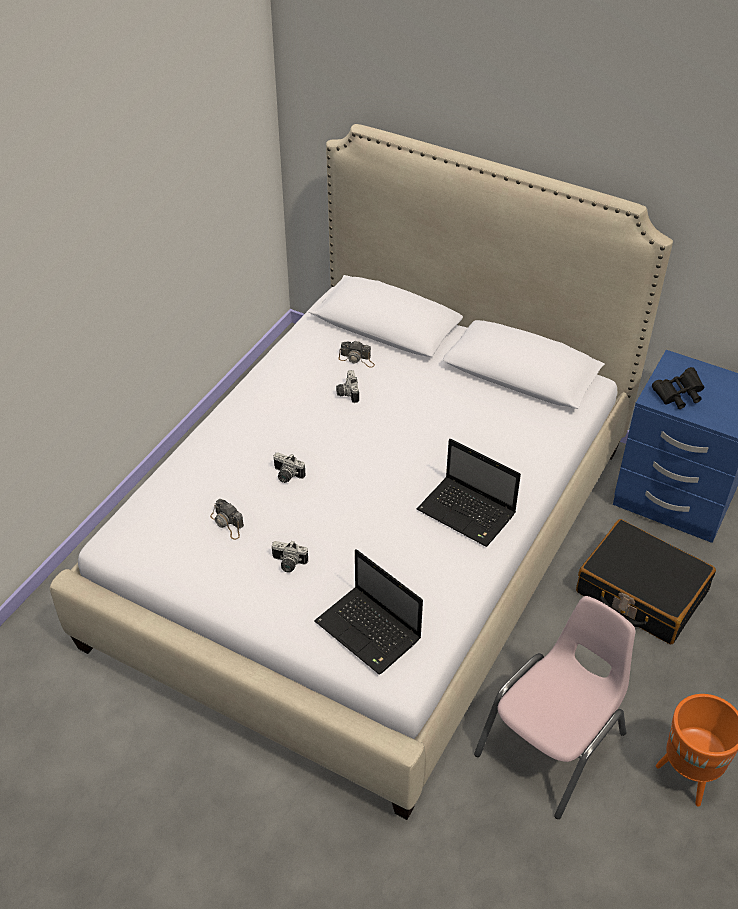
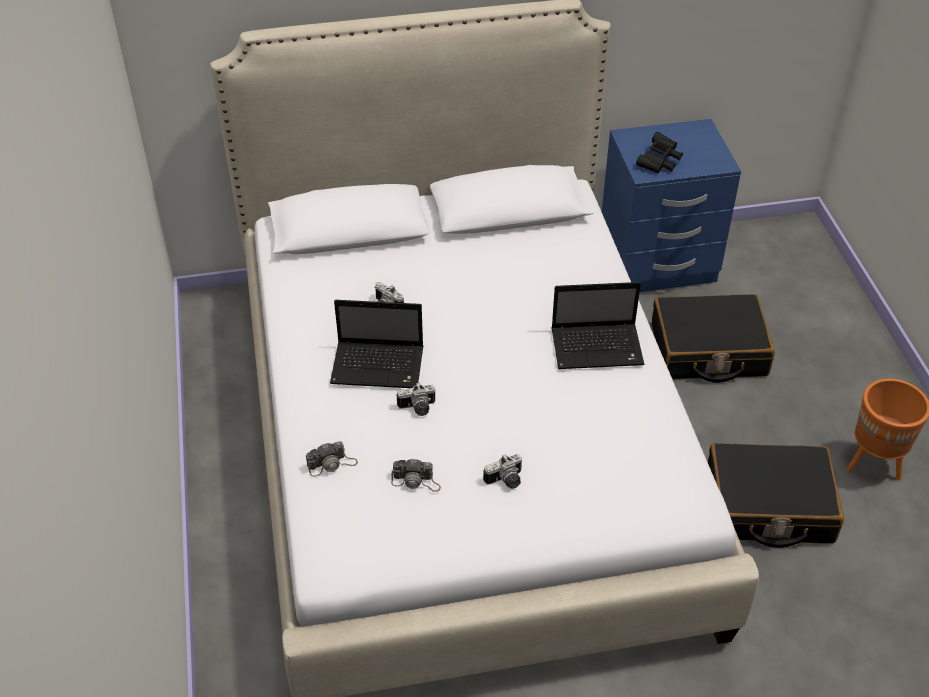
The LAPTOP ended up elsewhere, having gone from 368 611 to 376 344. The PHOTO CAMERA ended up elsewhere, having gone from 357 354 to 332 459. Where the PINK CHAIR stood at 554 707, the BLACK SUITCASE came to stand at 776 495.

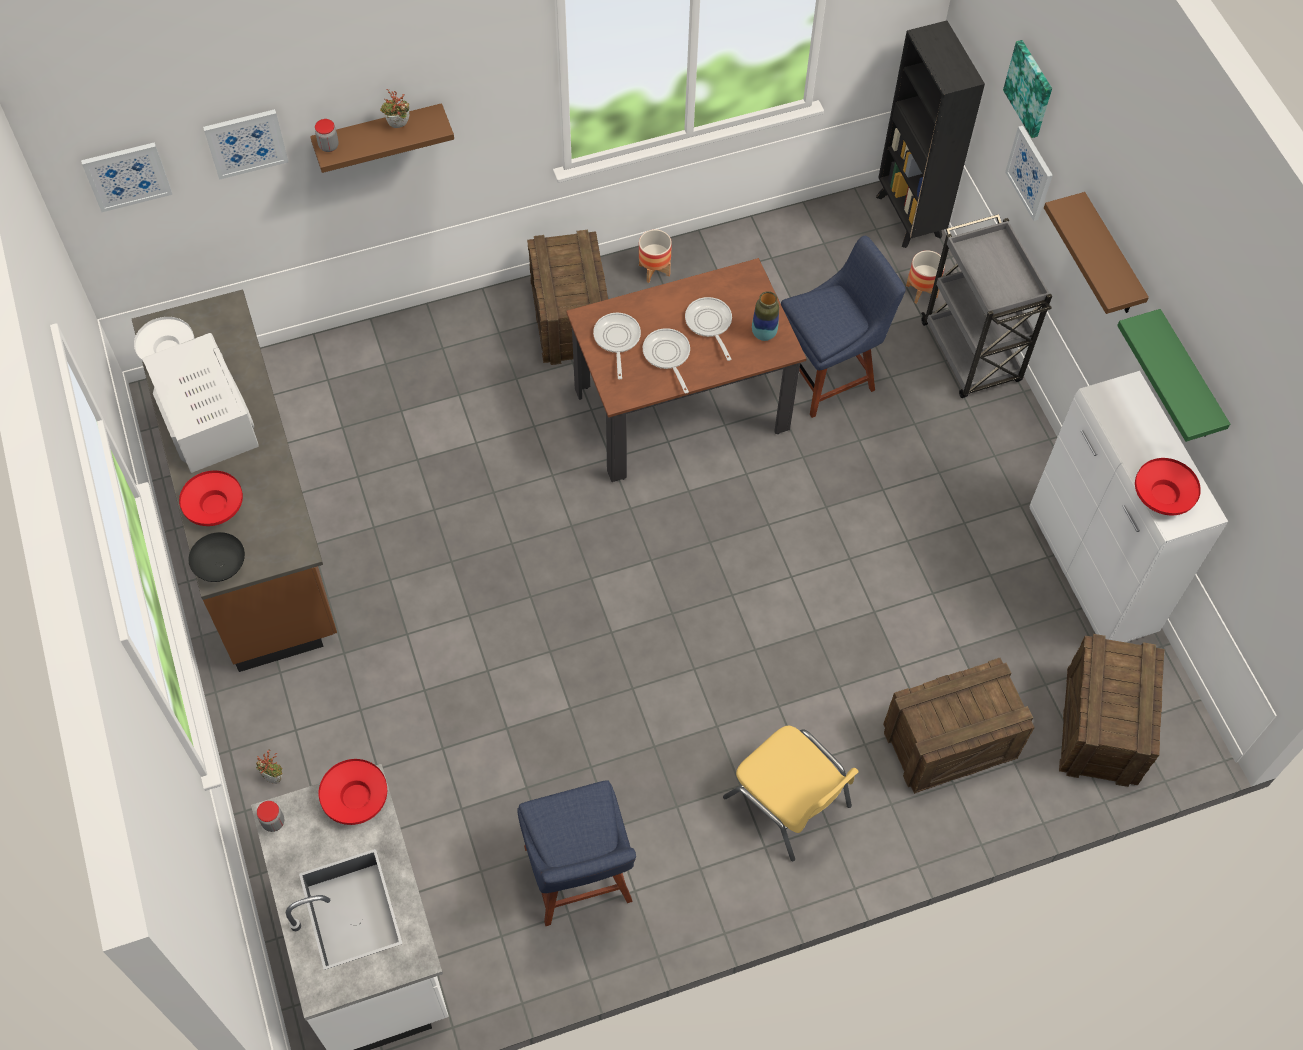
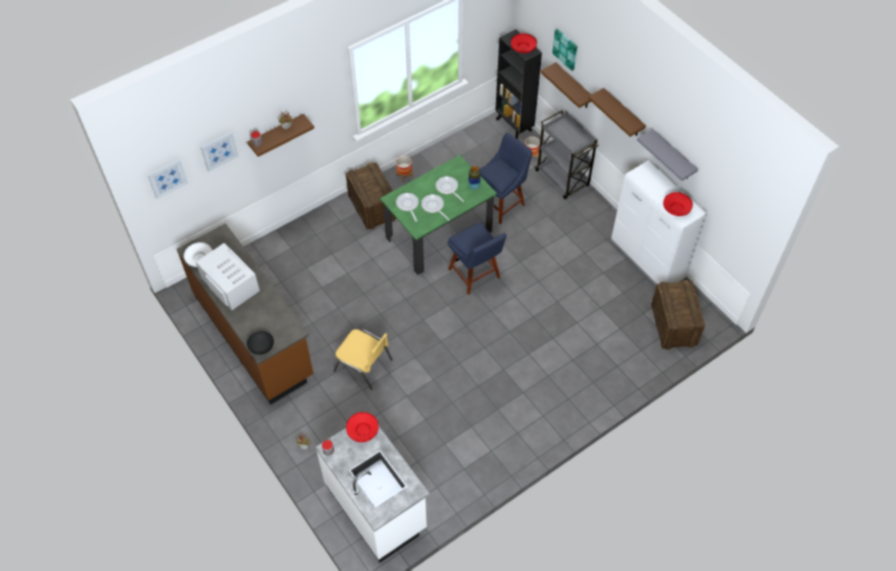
The second view lost the CRATE at 959 726. The RED BOWL ended up elsewhere, having gone from 211 498 to 524 43. The BLUE CHAIR ended up elsewhere, having gone from 576 853 to 477 258. The YELLOW CHAIR ended up elsewhere, having gone from 791 794 to 363 359. Where the PICTURE hung at 1029 173, the BROWN SHELF came to hang at 566 85. What was the BROWN DINING TABLE at 686 370 turned into the GREEN DINING TABLE at 438 215. What was the GREEN SHELF at 1173 375 turned into the GREY SHELF at 667 155.

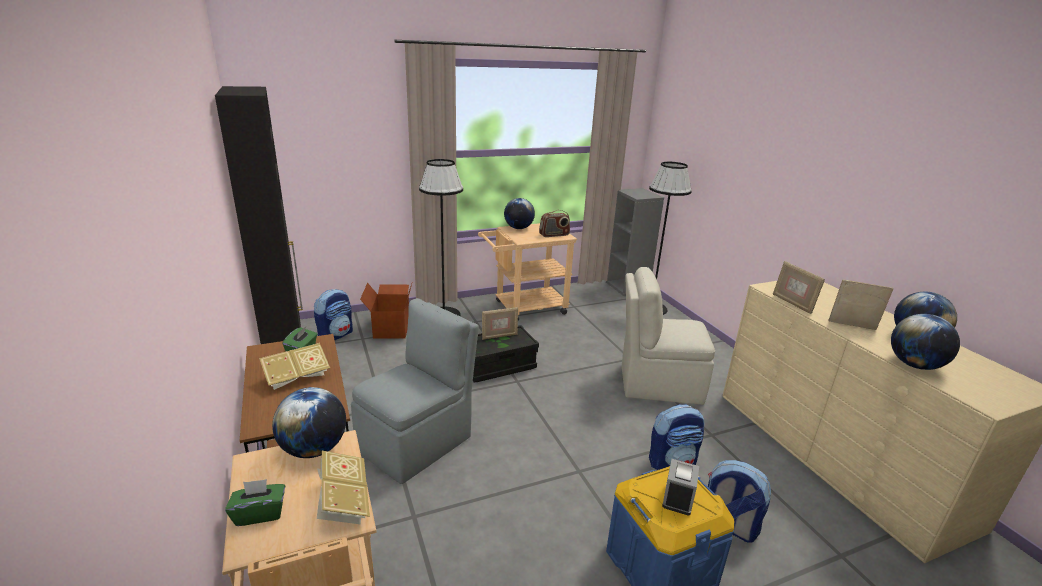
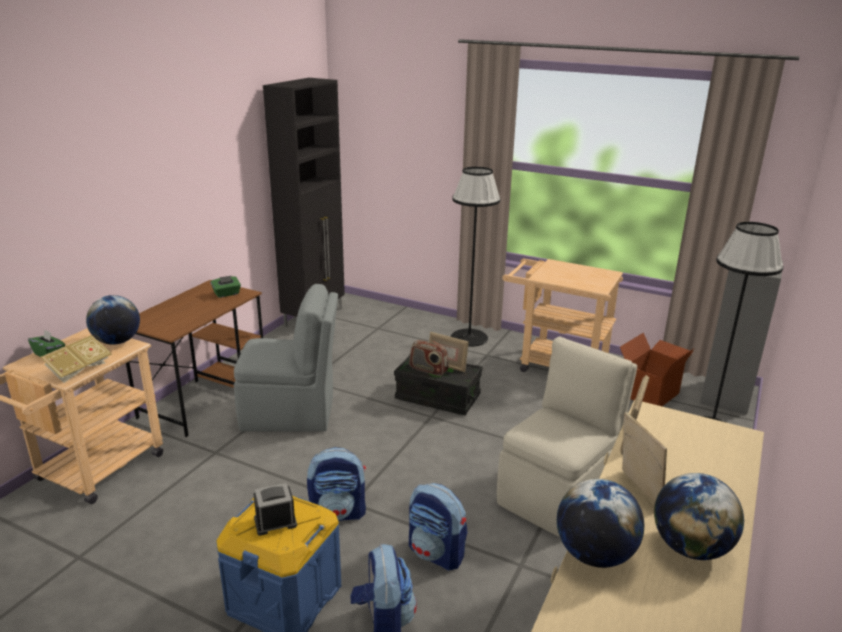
The second view lost the BOOK at 294 366. The second view lost the GLOBE at 519 213. The BACKPACK ended up elsewhere, having gone from 333 314 to 336 484. The CARDBOARD BOX ended up elsewhere, having gone from 386 309 to 657 369. The RADIO ended up elsewhere, having gone from 554 223 to 428 358. The BEIGE CHAIR at 668 336 ended up facing another way, 75 degrees clockwise from before.

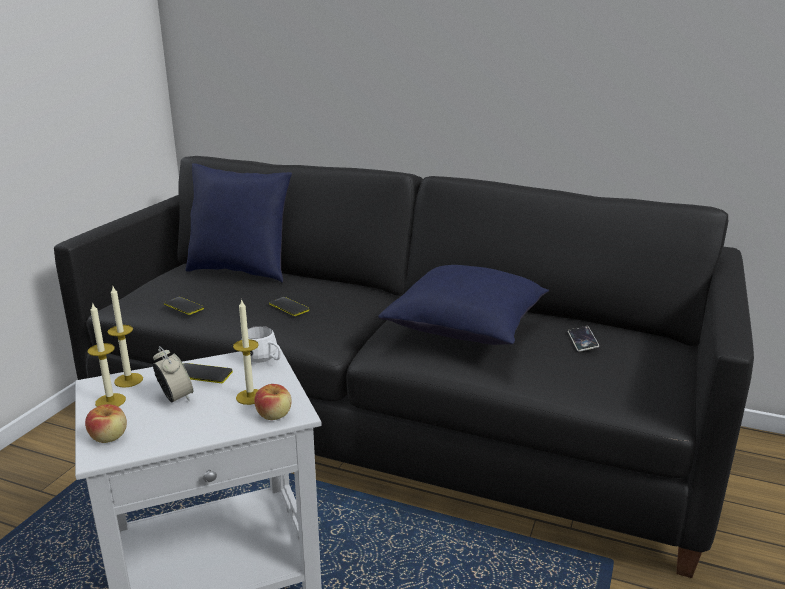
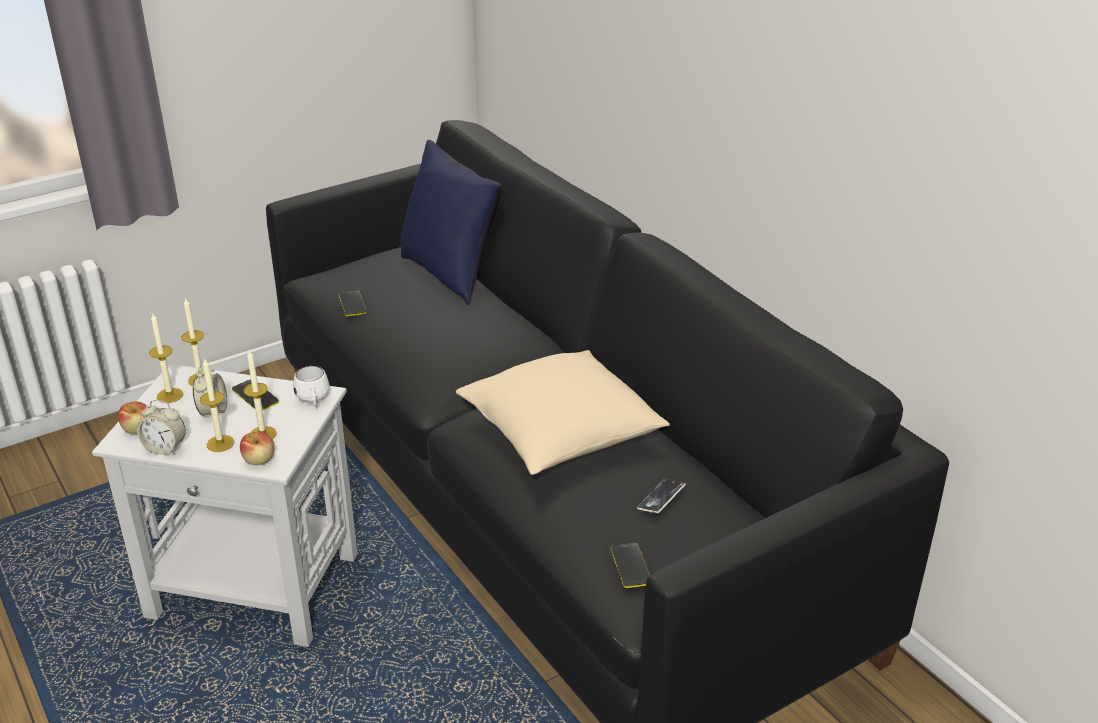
The second view gained the ALARM CLOCK at 161 427. The second view gained the CANDLE at 217 405. The PHONE ended up elsewhere, having gone from 289 306 to 630 565. What was the BLUE PILLOW at 463 305 turned into the BEIGE PILLOW at 563 412.

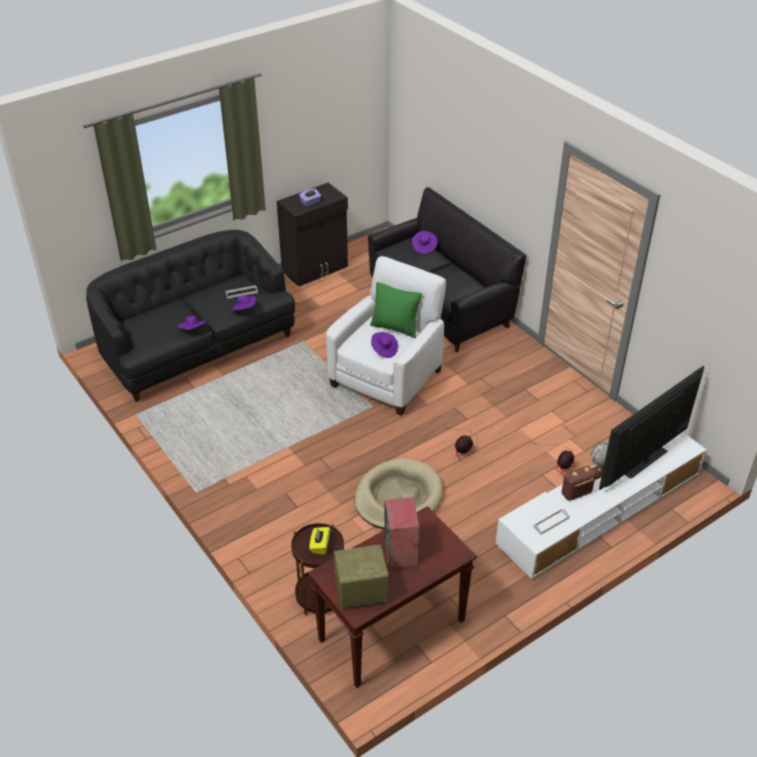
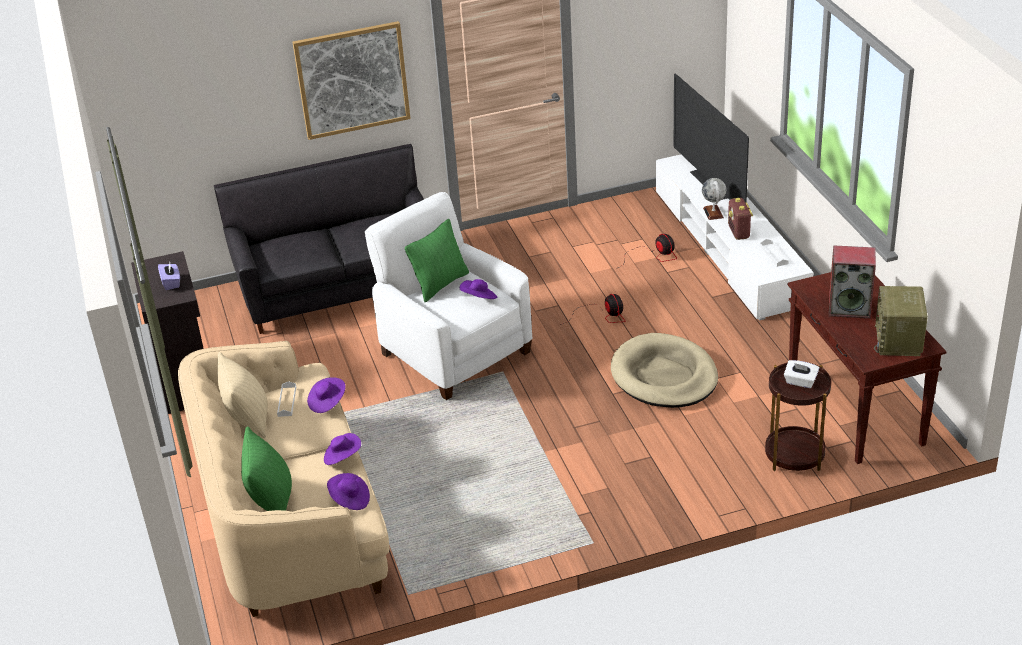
The second view gained the BEIGE PILLOW at 242 395. The second view gained the GREEN PILLOW at 266 468. The second view gained the PICTURE at 352 80. The PURPLE HAT ended up elsewhere, having gone from 425 242 to 348 491. What was the BLACK SOFA at 190 316 turned into the BEIGE SOFA at 284 479. What was the YELLOW TISSUE BOX at 320 541 turned into the WHITE TISSUE BOX at 801 374.

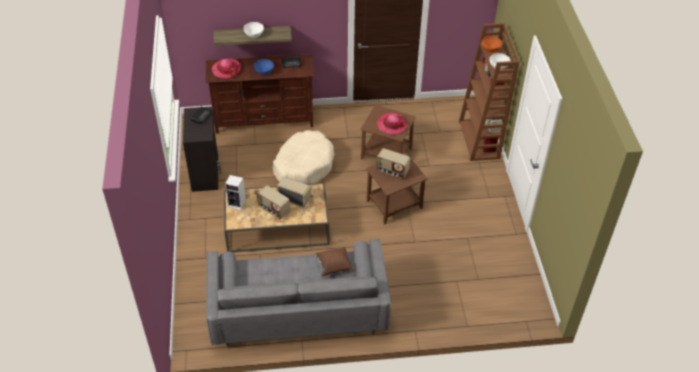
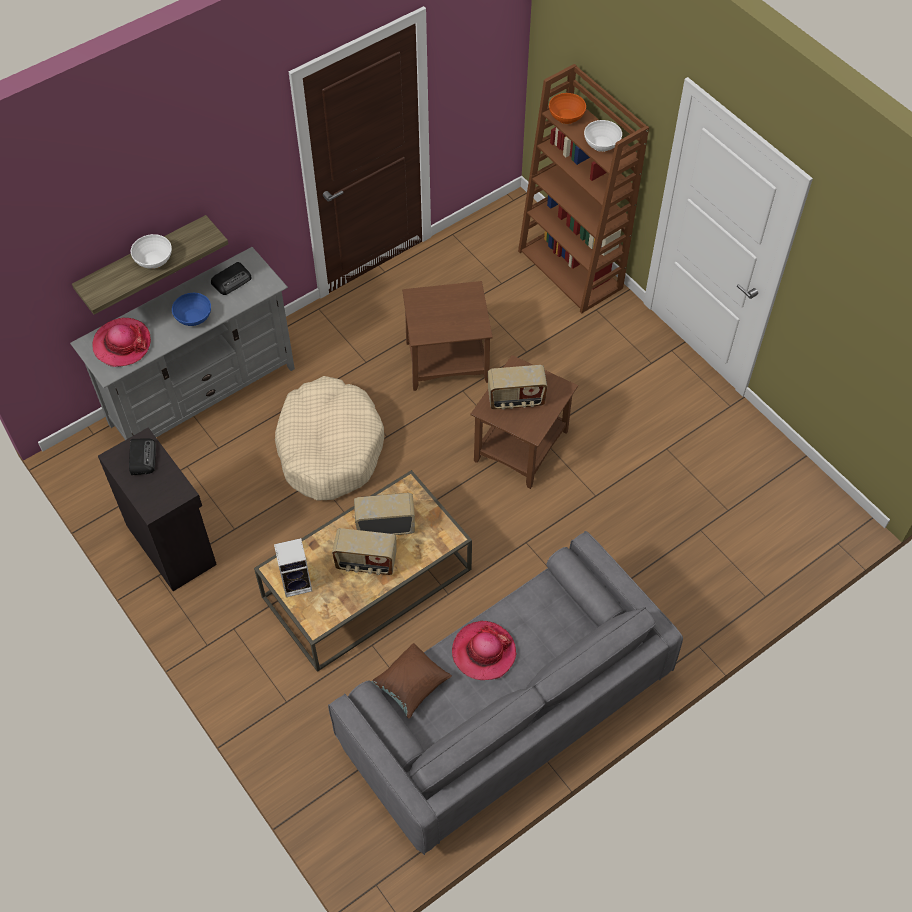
The BROWN PILLOW ended up elsewhere, having gone from 334 262 to 412 680. The HAT ended up elsewhere, having gone from 392 124 to 484 650. What was the BROWN TV STAND at 260 94 turned into the GREY TV STAND at 182 343.

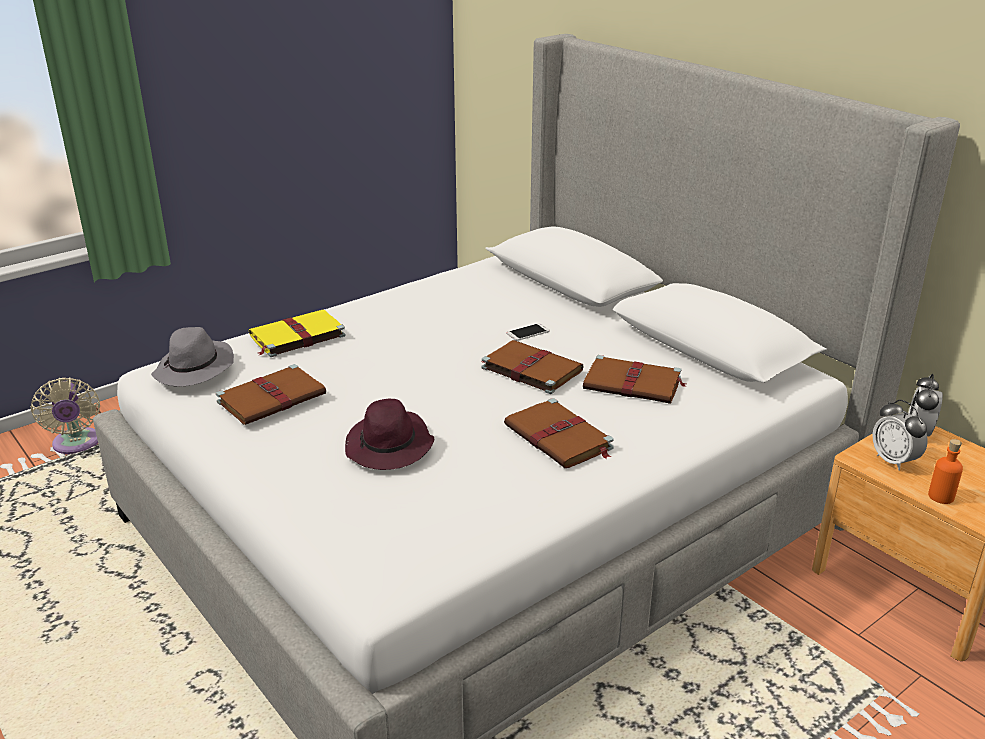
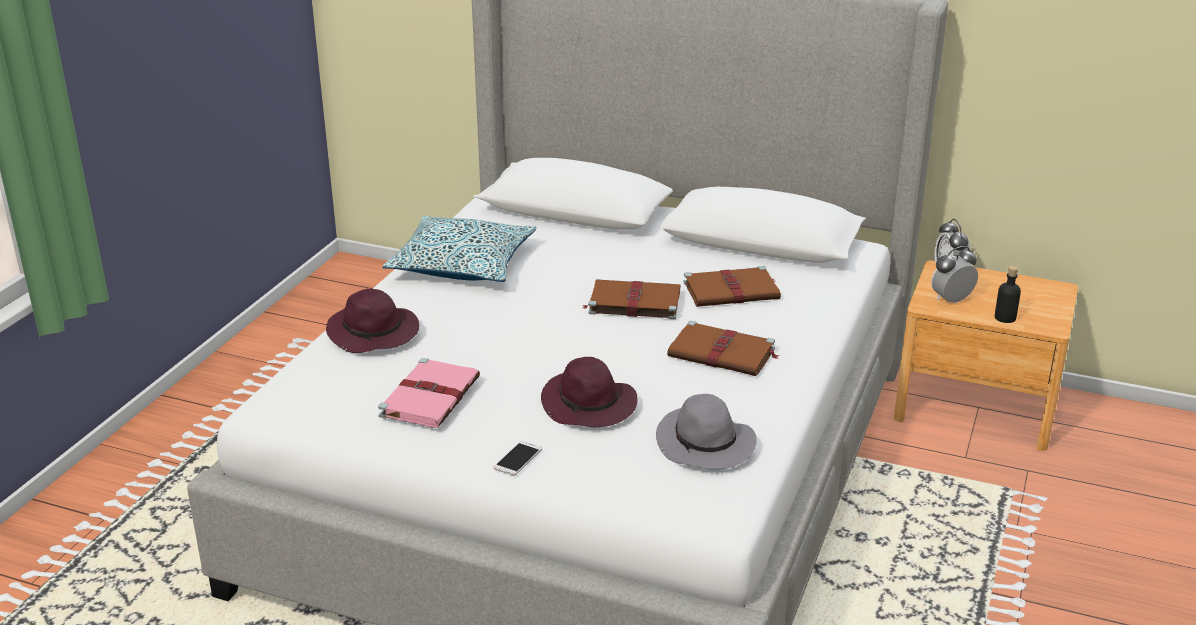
The second view lost the BEIGE FAN at 65 416. The second view gained the PILLOW at 460 249. The GREY HAT ended up elsewhere, having gone from 192 357 to 706 432. The PHONE ended up elsewhere, having gone from 528 332 to 517 458. Where the YELLOW BOOK stood at 297 333, the PURPLE HAT came to stand at 372 321. What was the BROWN BOOK at 271 394 turned into the PINK BOOK at 429 393. What was the ORANGE BOTTLE at 945 471 turned into the BLACK BOTTLE at 1008 294. The ALARM CLOCK at 900 435 ended up facing another way, 120 degrees clockwise from before.

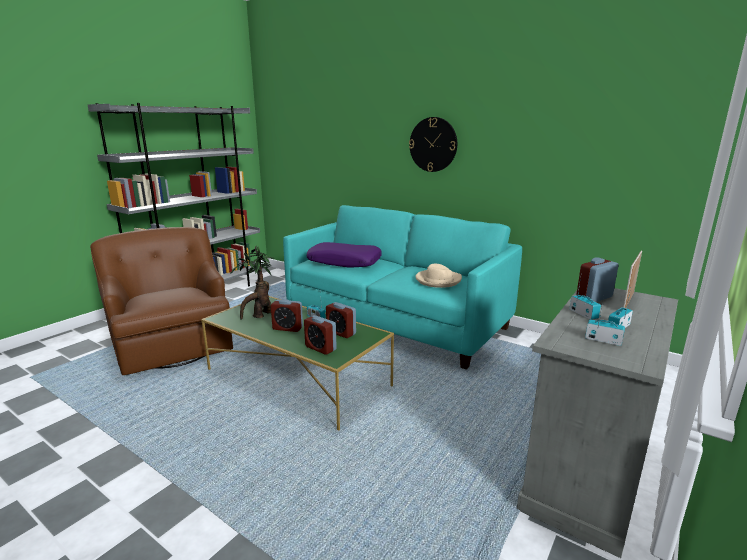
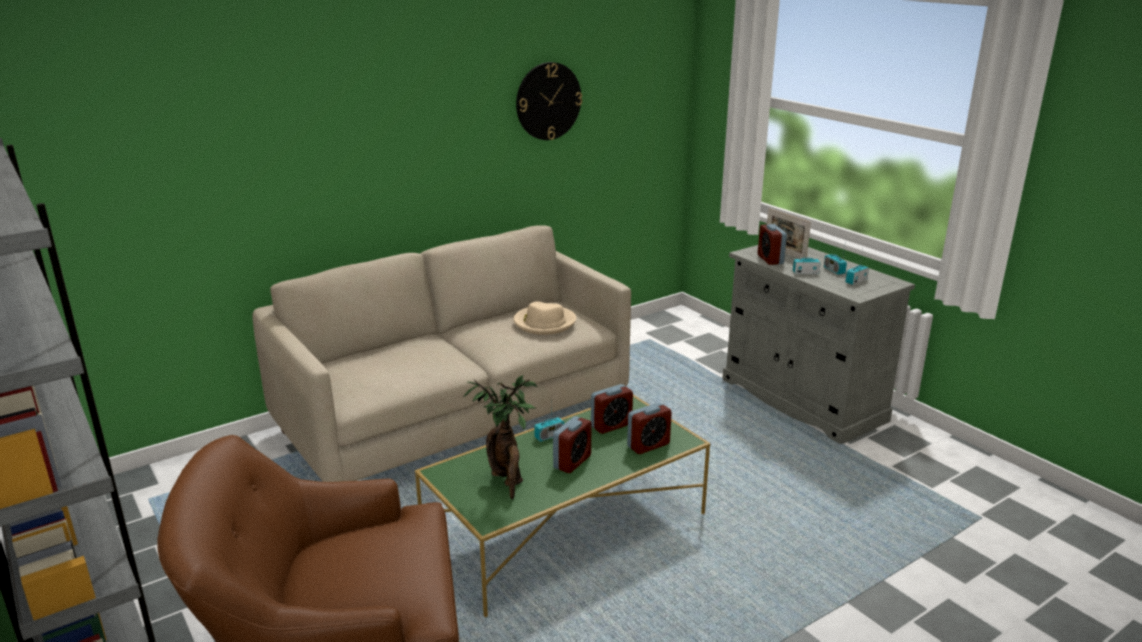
The second view lost the PURPLE PILLOW at 344 255. The WALL CLOCK ended up elsewhere, having gone from 433 144 to 549 101. What was the TURQUOISE SOFA at 402 287 turned into the BEIGE SOFA at 441 353.

